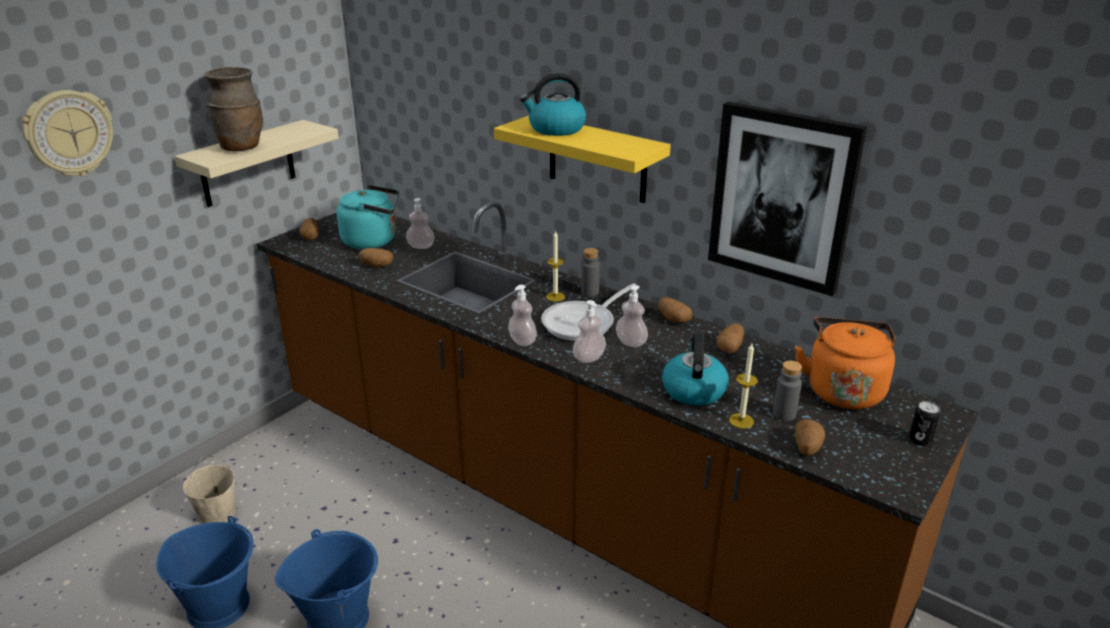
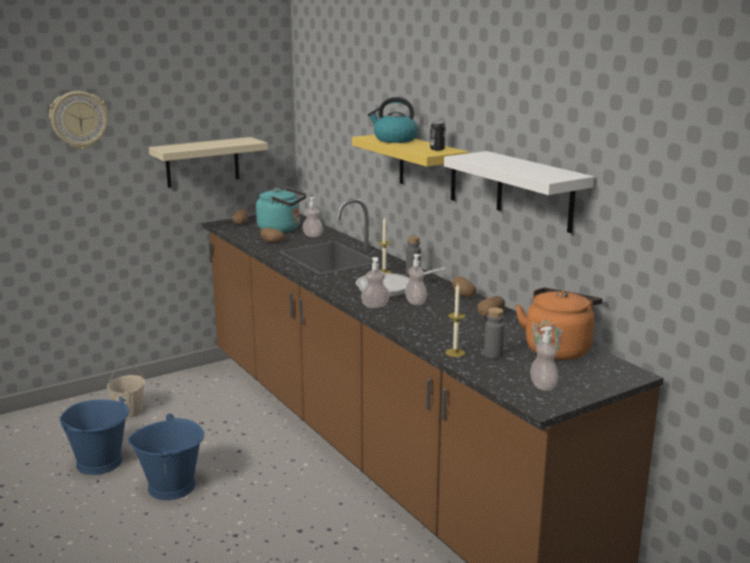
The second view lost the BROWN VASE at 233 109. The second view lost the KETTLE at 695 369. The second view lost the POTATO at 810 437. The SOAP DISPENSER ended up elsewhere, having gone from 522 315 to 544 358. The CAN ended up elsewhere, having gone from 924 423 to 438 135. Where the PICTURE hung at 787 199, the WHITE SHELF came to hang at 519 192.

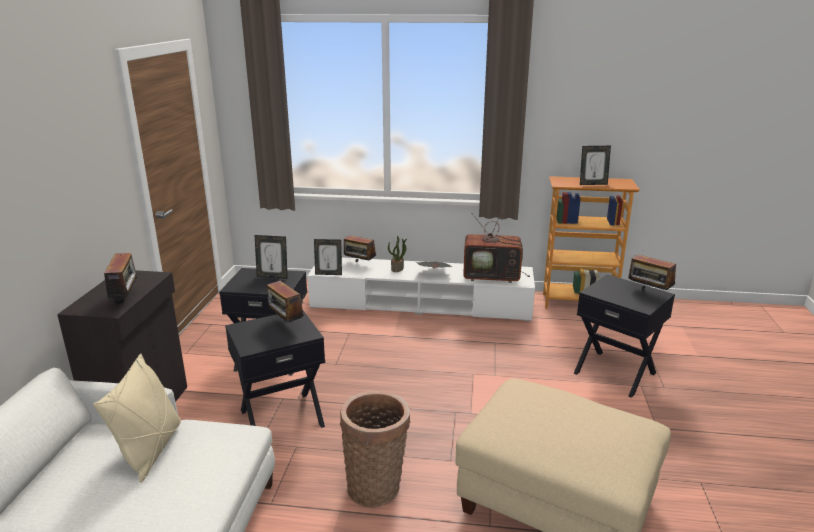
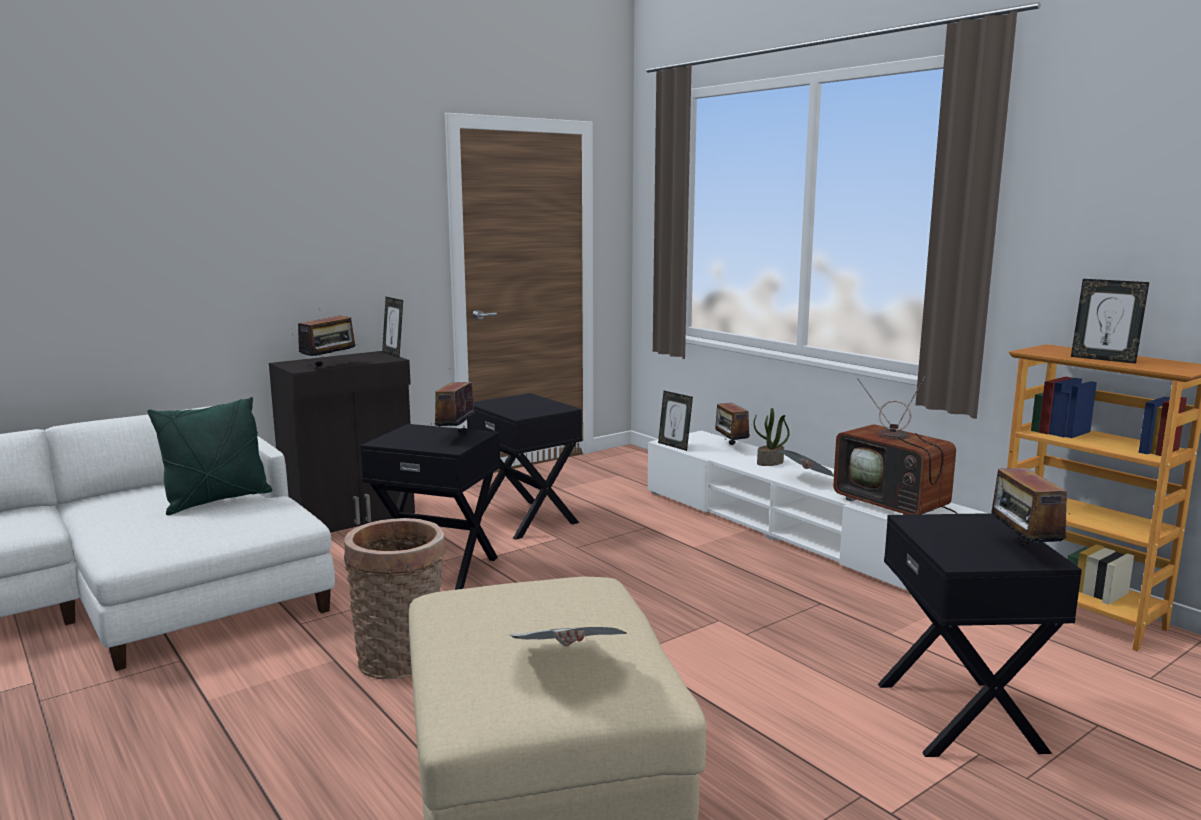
The second view gained the NEWSPAPER at 566 636. The PICTURE FRAME ended up elsewhere, having gone from 271 257 to 392 327. What was the BEIGE PILLOW at 137 418 turned into the GREEN PILLOW at 210 456.

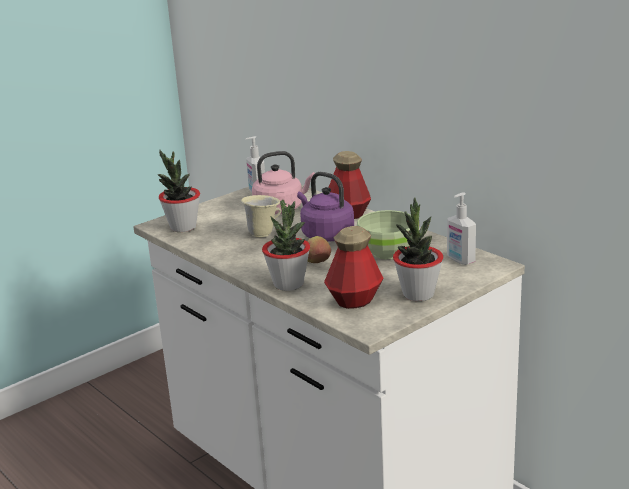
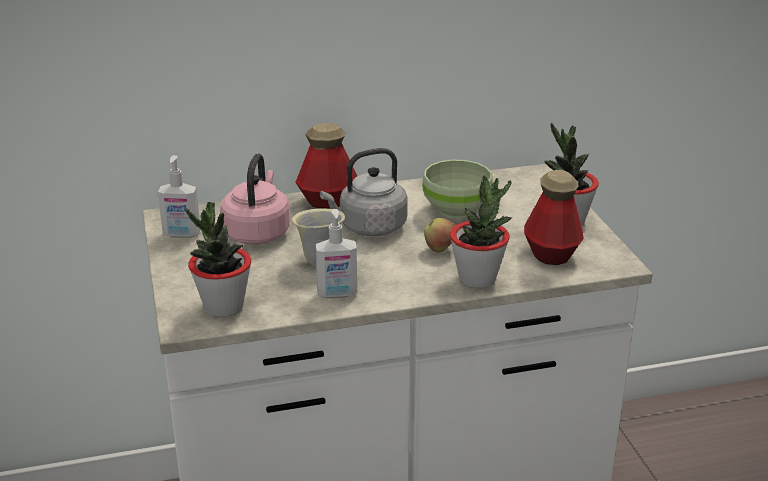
The SOAP DISPENSER ended up elsewhere, having gone from 461 228 to 336 254. What was the PURPLE KETTLE at 325 207 turned into the GREY KETTLE at 364 192.

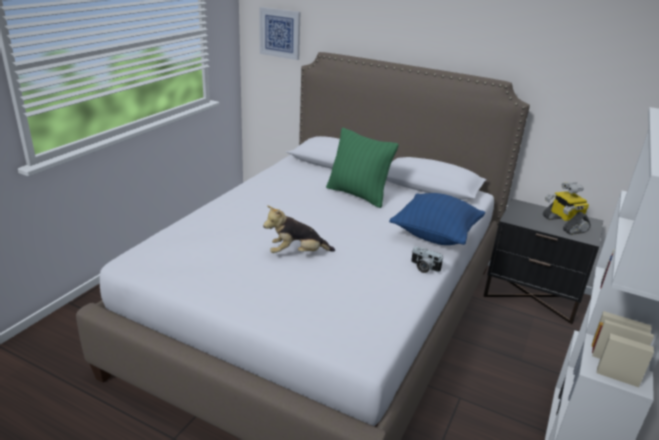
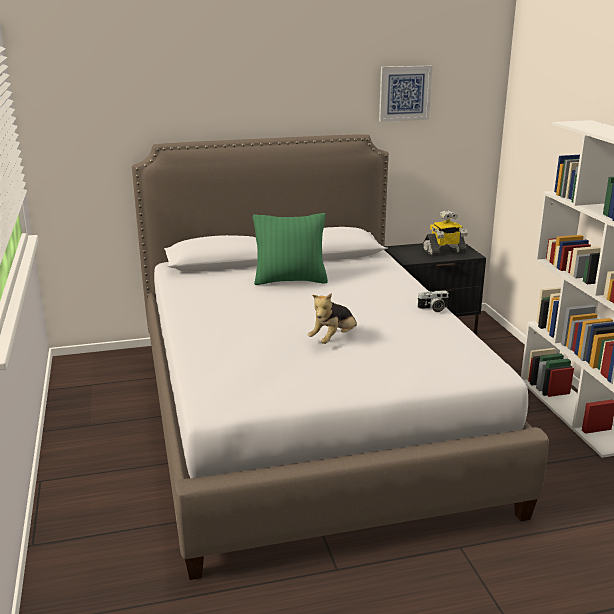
The second view lost the BLUE PILLOW at 437 219. The PICTURE ended up elsewhere, having gone from 279 33 to 405 94. The TOY ROBOT at 567 208 ended up facing another way, 45 degrees counterclockwise from before.

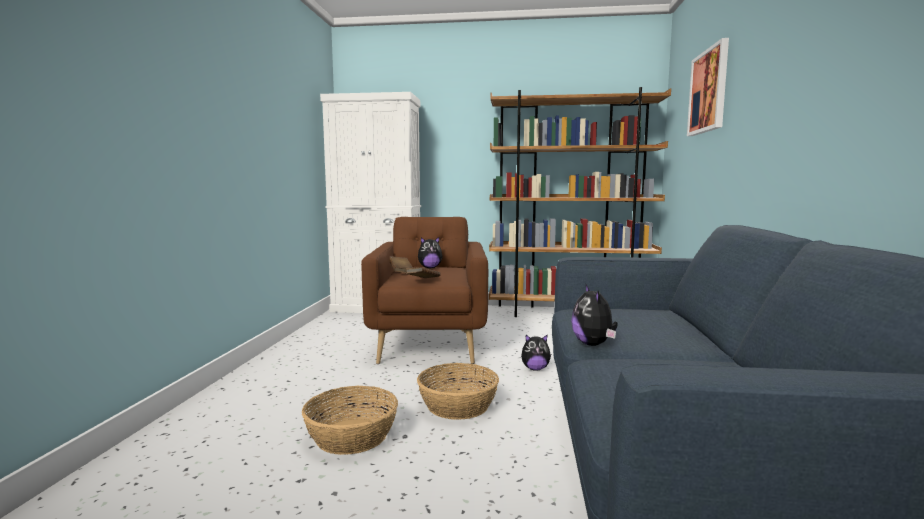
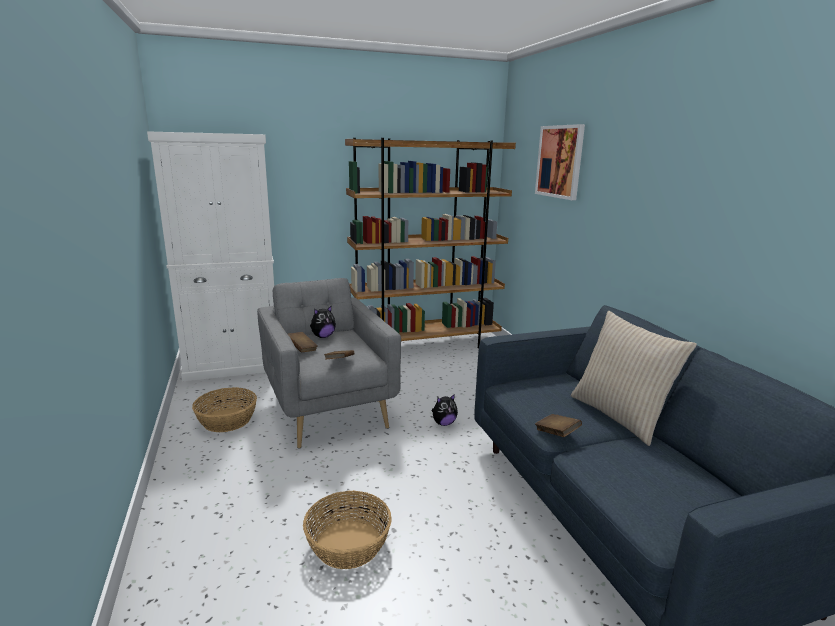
The second view gained the BEIGE PILLOW at 634 378. The BASKET ended up elsewhere, having gone from 458 391 to 224 409. Where the PLUSH TOY stood at 594 314, the BROWN BOOK came to stand at 558 425. What was the BROWN ARMCHAIR at 425 290 turned into the GREY ARMCHAIR at 329 363.

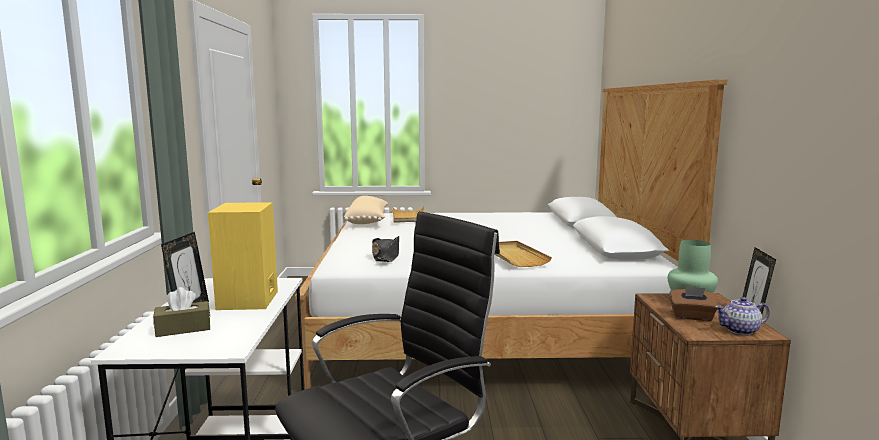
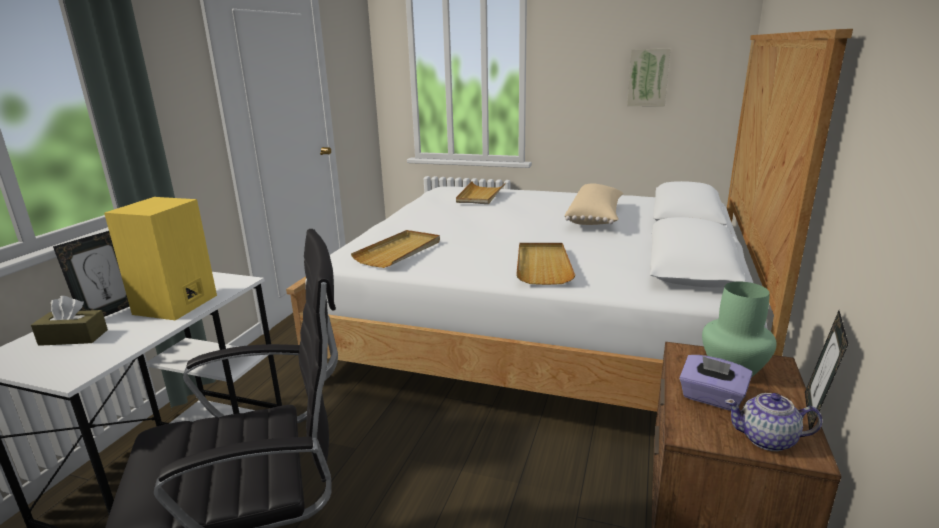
The second view gained the PICTURE at 649 78. The BEIGE PILLOW ended up elsewhere, having gone from 366 210 to 593 204. Where the BLACK HAT stood at 385 249, the BEIGE TRAY came to stand at 395 249. What was the BROWN TISSUE BOX at 694 303 turned into the PURPLE TISSUE BOX at 715 383.

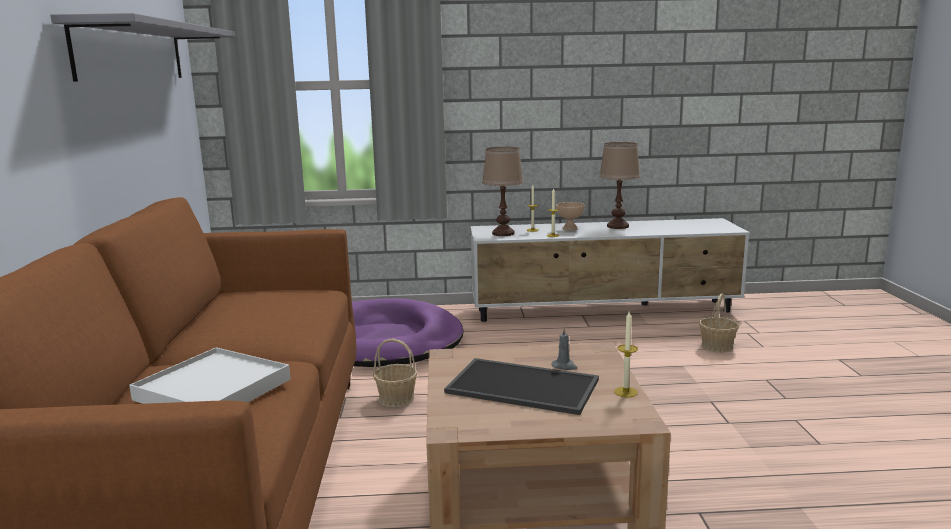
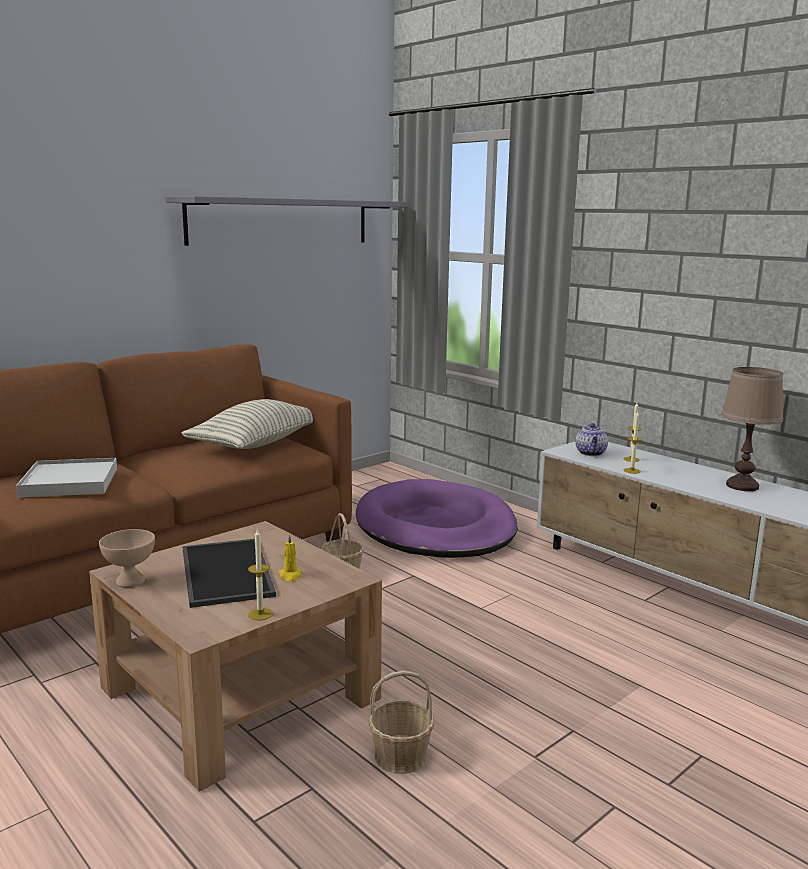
The second view gained the PILLOW at 247 424. The BEIGE BOWL ended up elsewhere, having gone from 570 216 to 127 558. The BASKET ended up elsewhere, having gone from 719 323 to 401 722. Where the BROWN TABLE LAMP stood at 503 191, the TEAPOT came to stand at 591 439. What was the GREY CANDLE at 564 348 turned into the YELLOW CANDLE at 290 558.

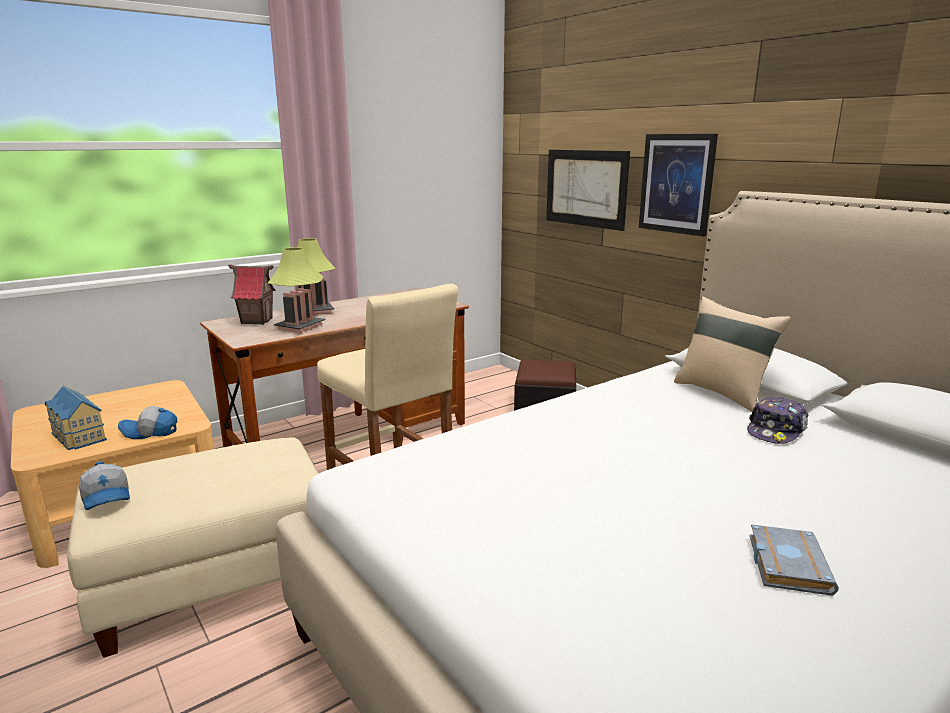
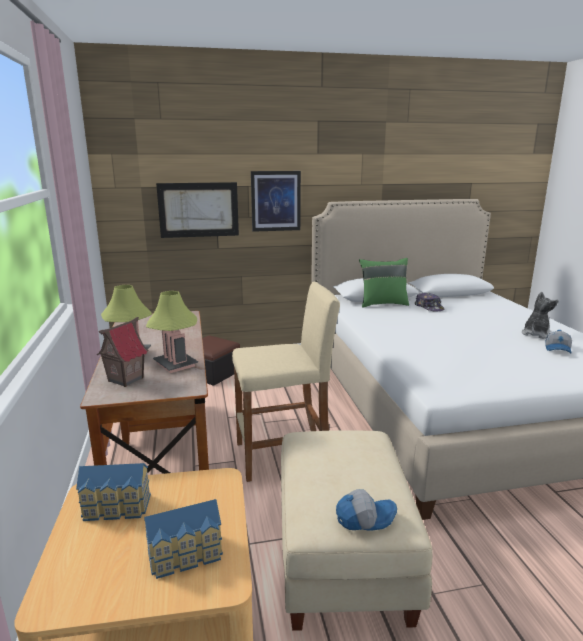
The second view gained the TOY HOUSE at 113 492. The CAP ended up elsewhere, having gone from 147 422 to 558 341. Where the GREY BOOK stood at 794 560, the PLUSH TOY came to stand at 540 315. What was the BEIGE PILLOW at 732 354 turned into the GREEN PILLOW at 384 283.

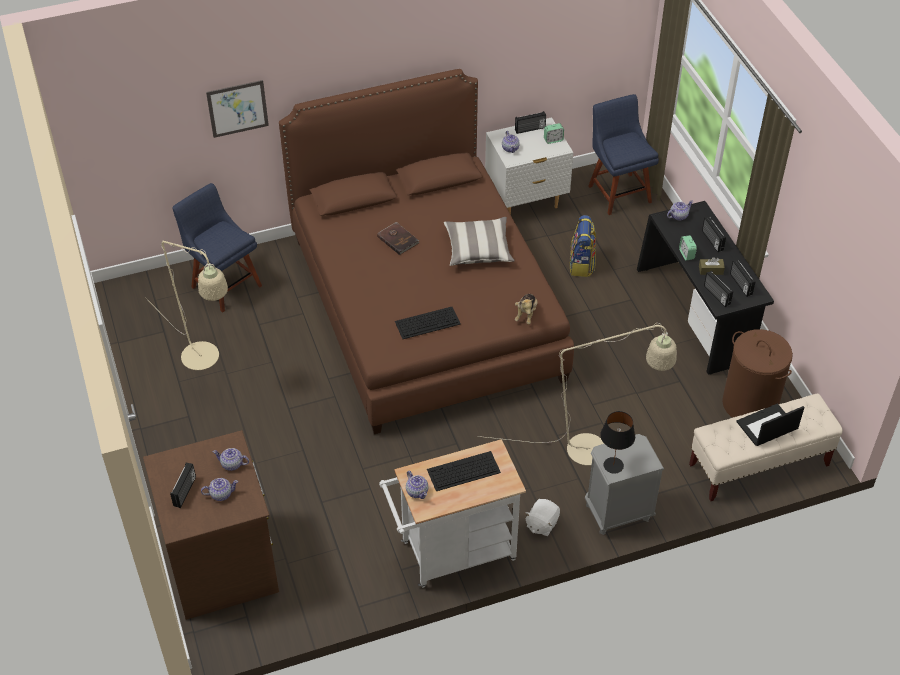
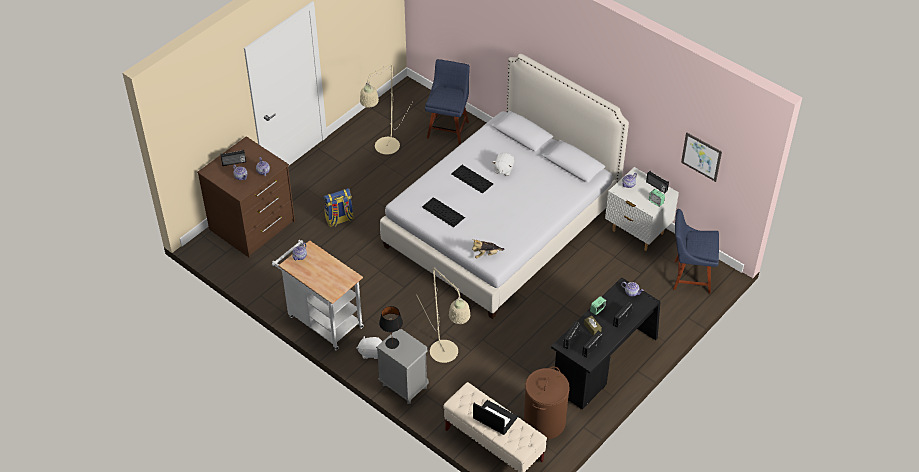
The second view lost the PILLOW at 479 241. The PICTURE ended up elsewhere, having gone from 237 109 to 701 157. The KEYBOARD ended up elsewhere, having gone from 464 471 to 472 179. The BACKPACK ended up elsewhere, having gone from 582 246 to 338 207. Where the BROWN BOOK stood at 398 238, the WHITE PLUSH TOY came to stand at 503 164. What was the BROWN BED at 426 252 turned into the WHITE BED at 504 186. The BLUE CHAIR at 623 154 ended up facing another way, 120 degrees counterclockwise from before.

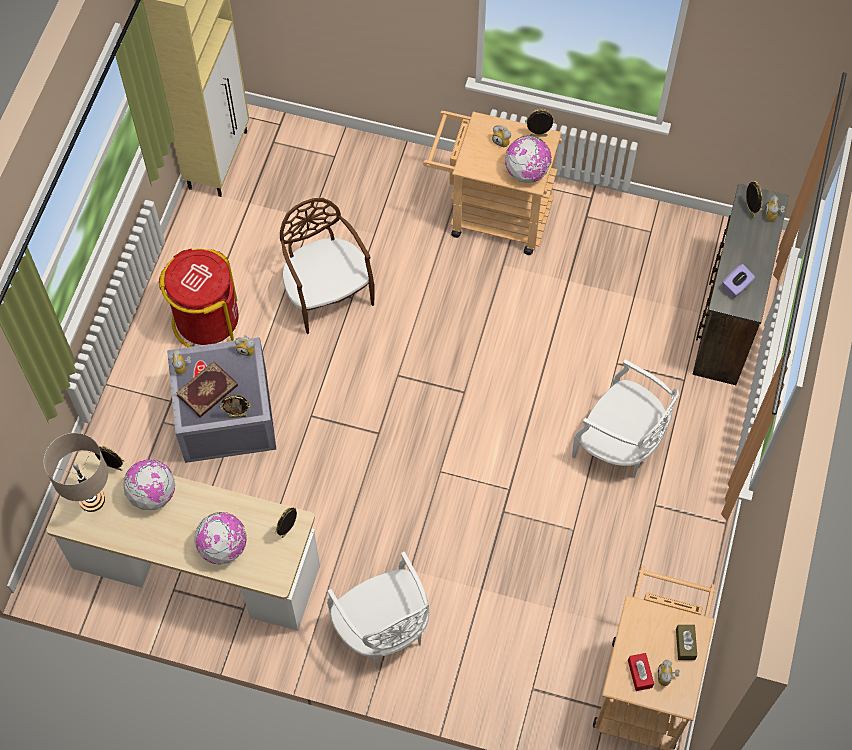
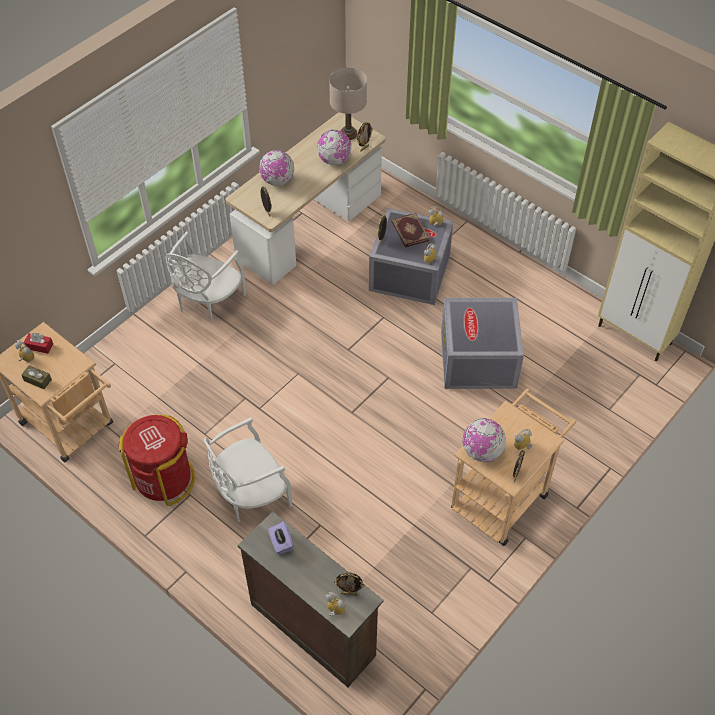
The RED TRASH CAN ended up elsewhere, having gone from 199 297 to 156 460. Where the BROWN CHAIR stood at 327 266, the GREY STORAGE BOX came to stand at 482 343. The WHITE CHAIR at 378 610 ended up facing another way, 60 degrees counterclockwise from before.

